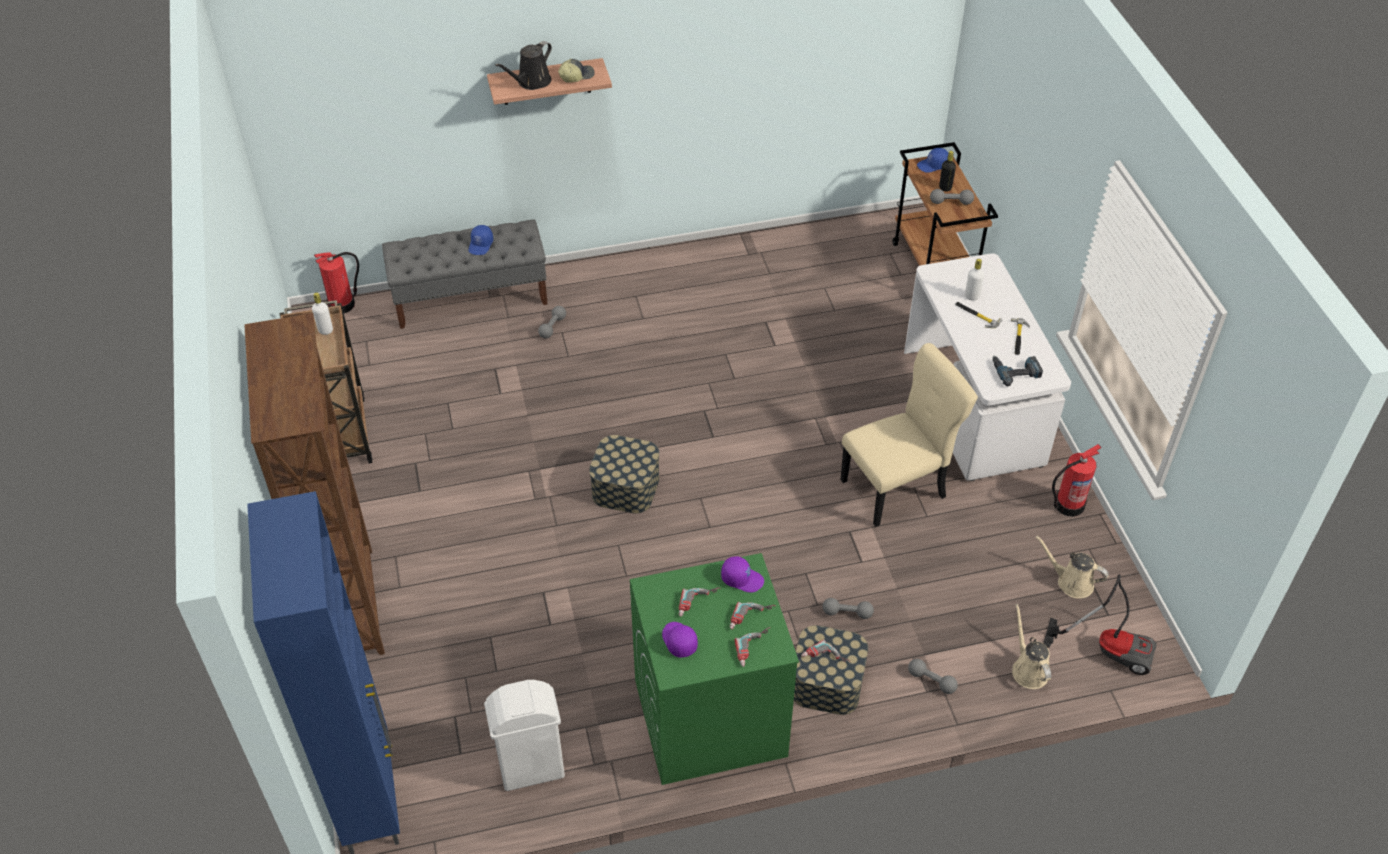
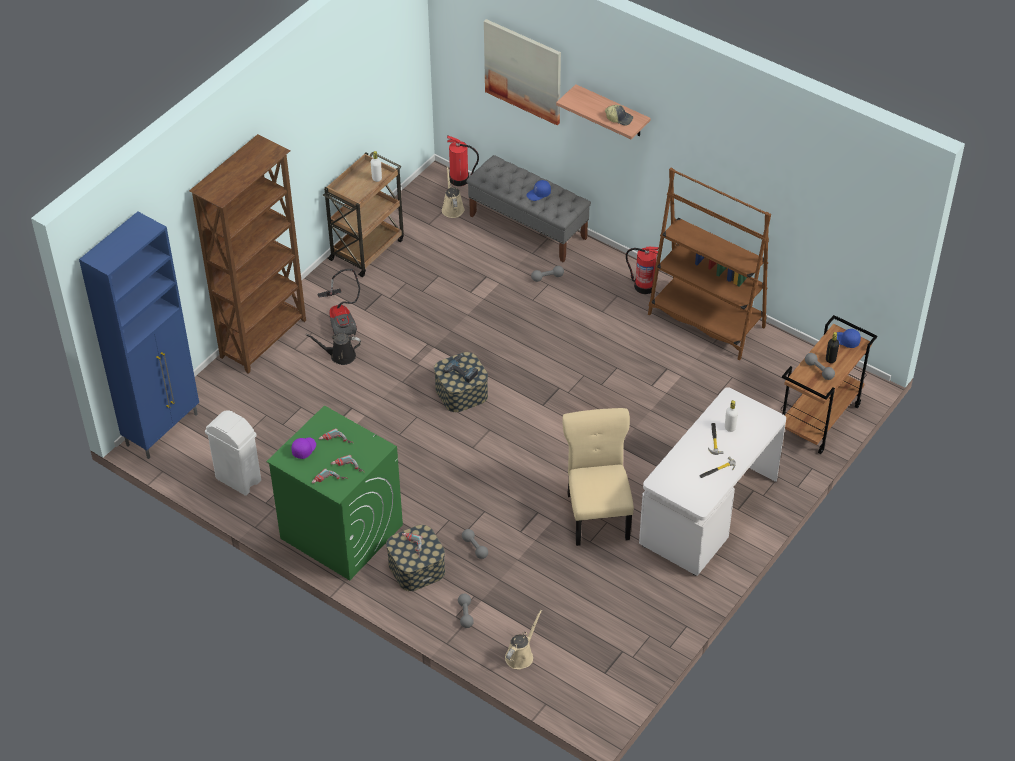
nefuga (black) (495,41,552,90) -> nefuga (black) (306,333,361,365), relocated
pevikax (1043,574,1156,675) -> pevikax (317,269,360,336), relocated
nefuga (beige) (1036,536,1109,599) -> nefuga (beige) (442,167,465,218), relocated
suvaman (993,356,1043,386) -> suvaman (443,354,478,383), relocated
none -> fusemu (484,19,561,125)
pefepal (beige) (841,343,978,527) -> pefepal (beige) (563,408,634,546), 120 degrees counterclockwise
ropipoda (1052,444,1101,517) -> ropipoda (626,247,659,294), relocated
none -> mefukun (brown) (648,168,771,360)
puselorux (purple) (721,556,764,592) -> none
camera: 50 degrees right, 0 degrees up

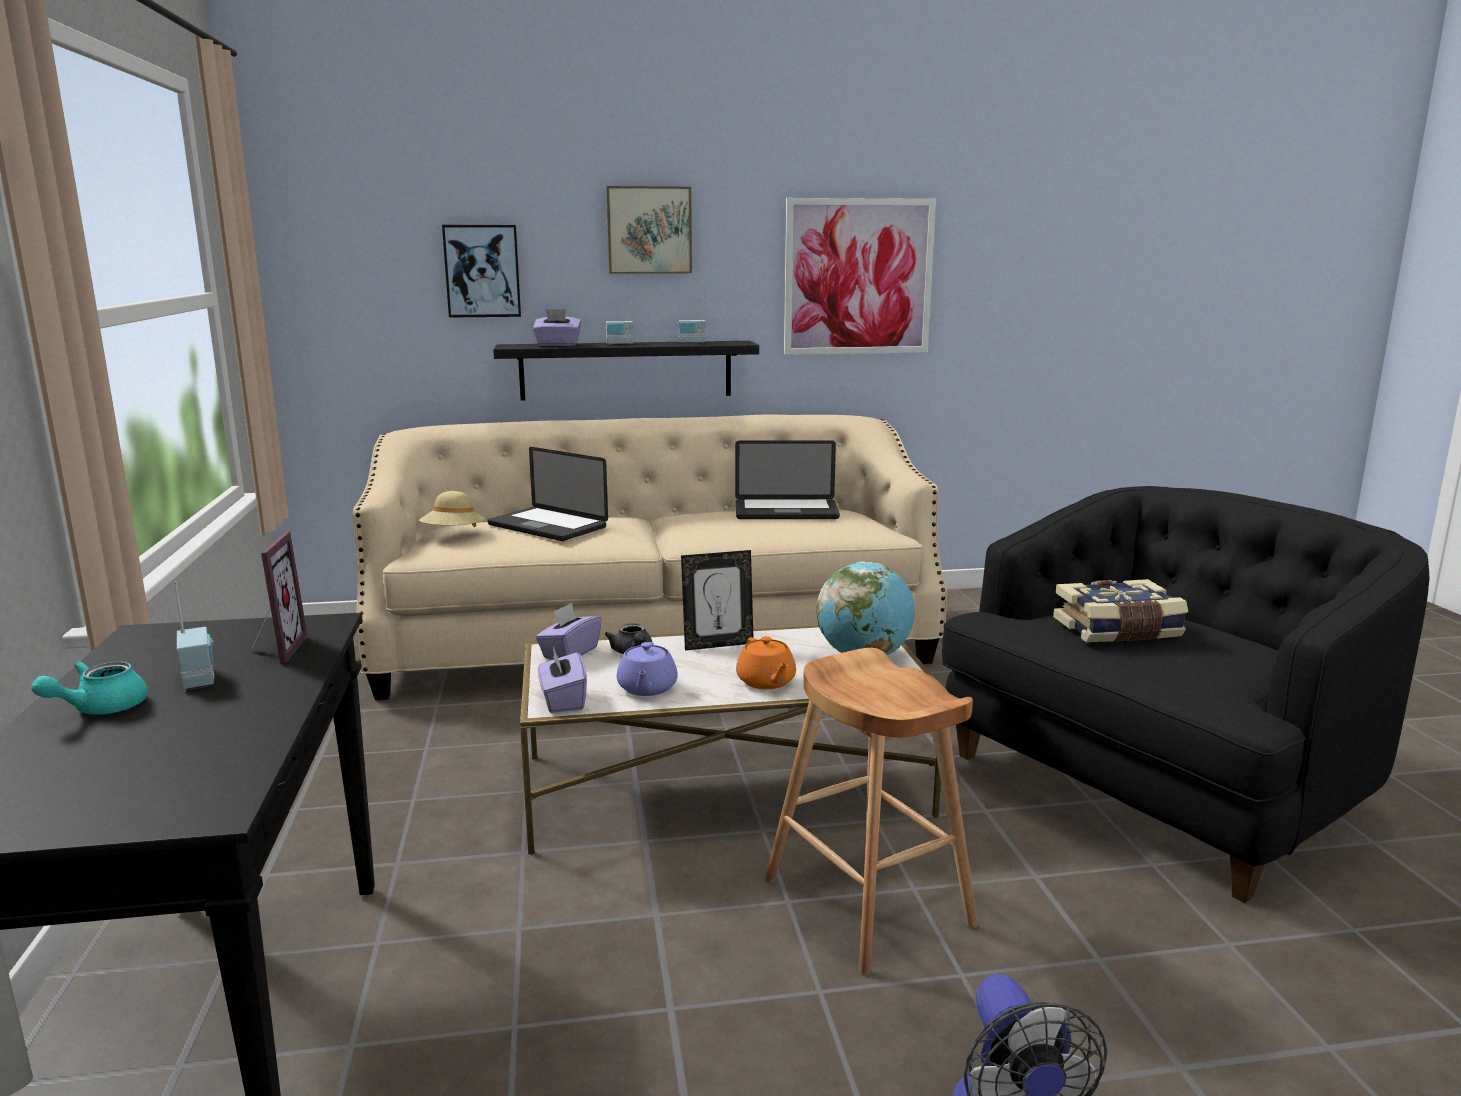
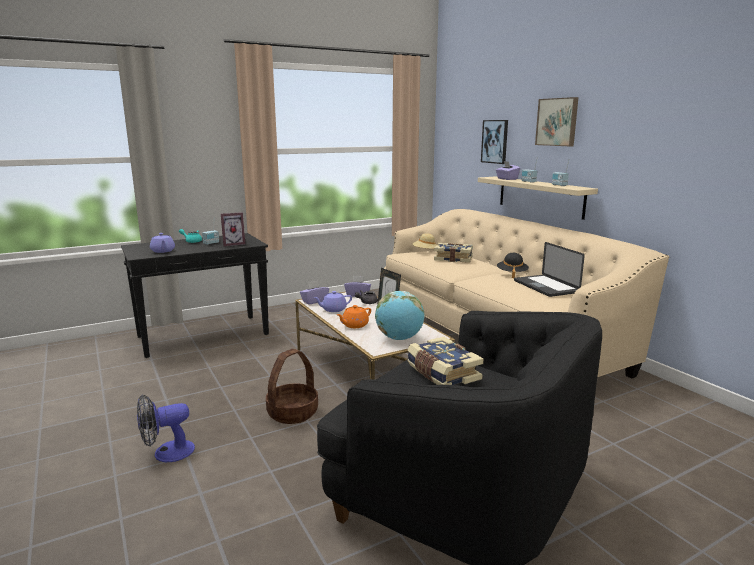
none -> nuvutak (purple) (150,233,175,253)
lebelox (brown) (765,648,978,974) -> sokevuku (266,349,318,424)
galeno (487,447,608,541) -> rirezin (434,243,473,263)
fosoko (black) (493,341,759,401) -> fosoko (beige) (478,176,598,220)
none -> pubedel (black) (497,253,529,278)
fusemu (784,198,936,355) -> none
camera: 70 degrees right, 0 degrees up

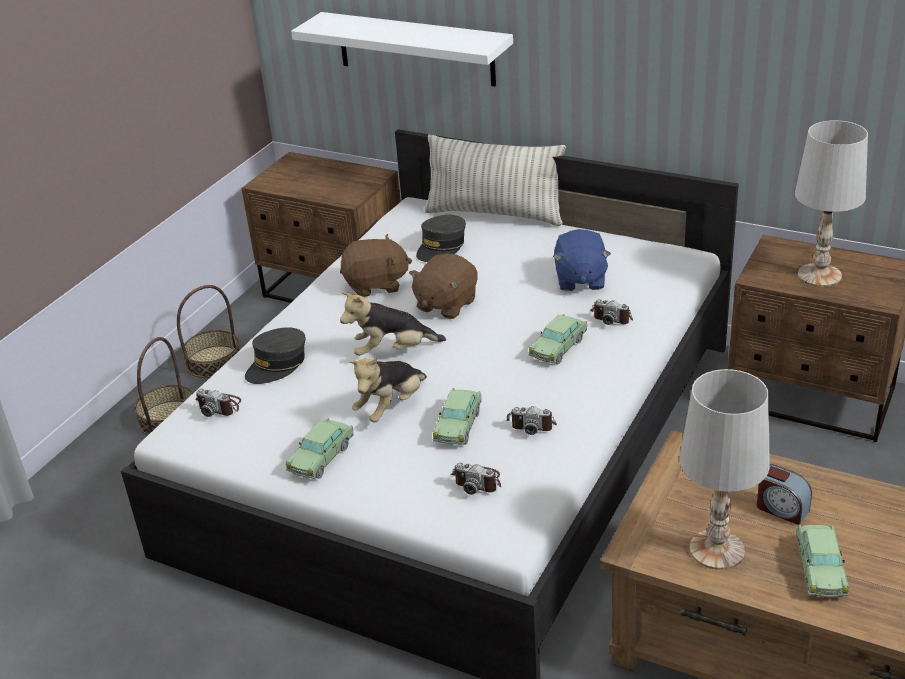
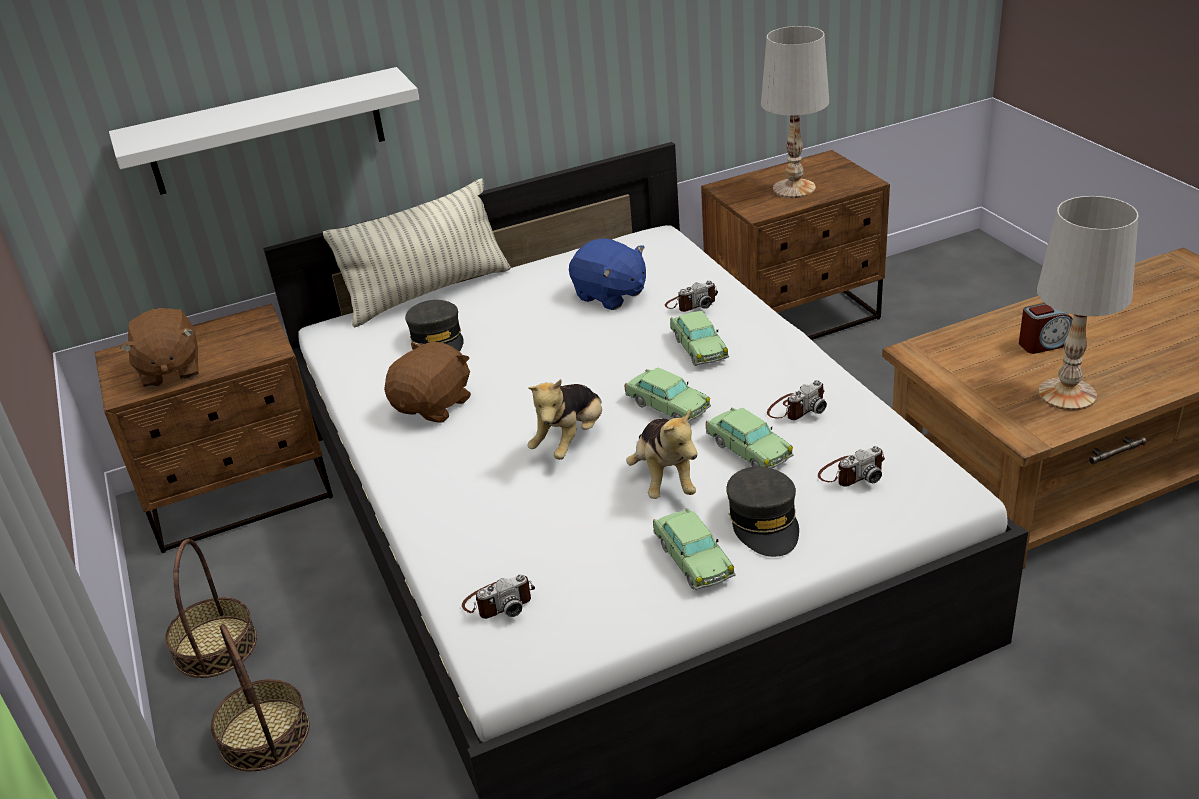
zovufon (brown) (409,254,478,319) -> zovufon (brown) (120,308,199,388), relocated
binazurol (796,524,849,597) -> binazurol (625,368,711,422), relocated
puselorux (grey) (245,327,305,384) -> puselorux (grey) (726,466,799,557), relocated
camera: 50 degrees left, 0 degrees up

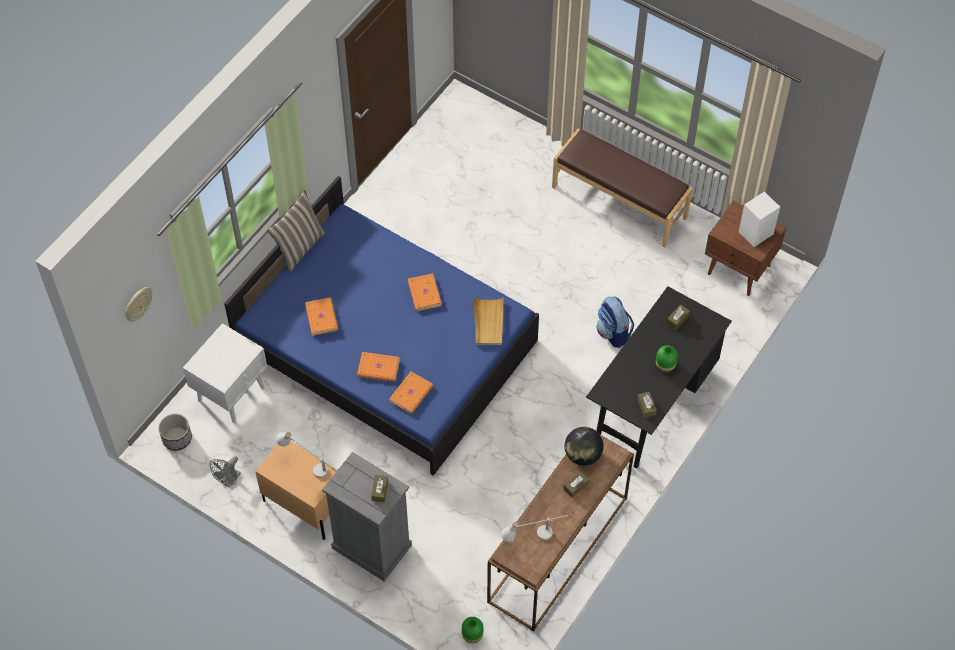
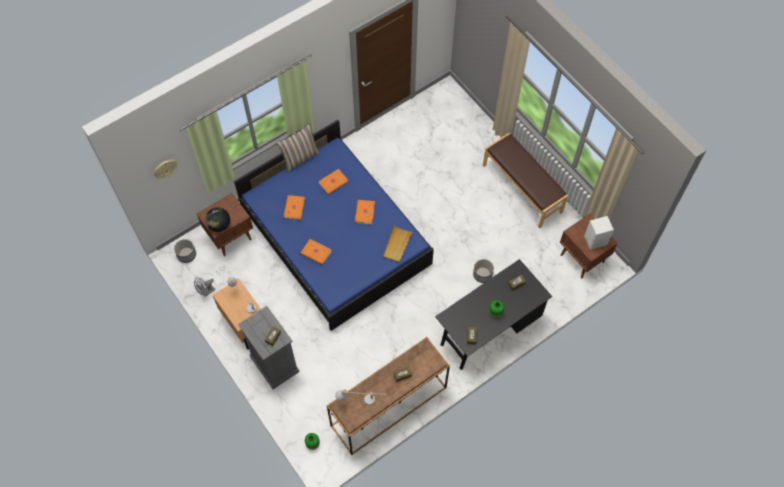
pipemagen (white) (183,323,267,423) -> pipemagen (brown) (197,193,253,256)
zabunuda (565,427,604,466) -> zabunuda (205,207,230,232), relocated
rirezin (orange) (389,372,433,414) -> rirezin (orange) (319,169,349,195), relocated
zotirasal (597,296,634,348) -> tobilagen (473,259,494,283)
camera: 20 degrees right, 5 degrees up

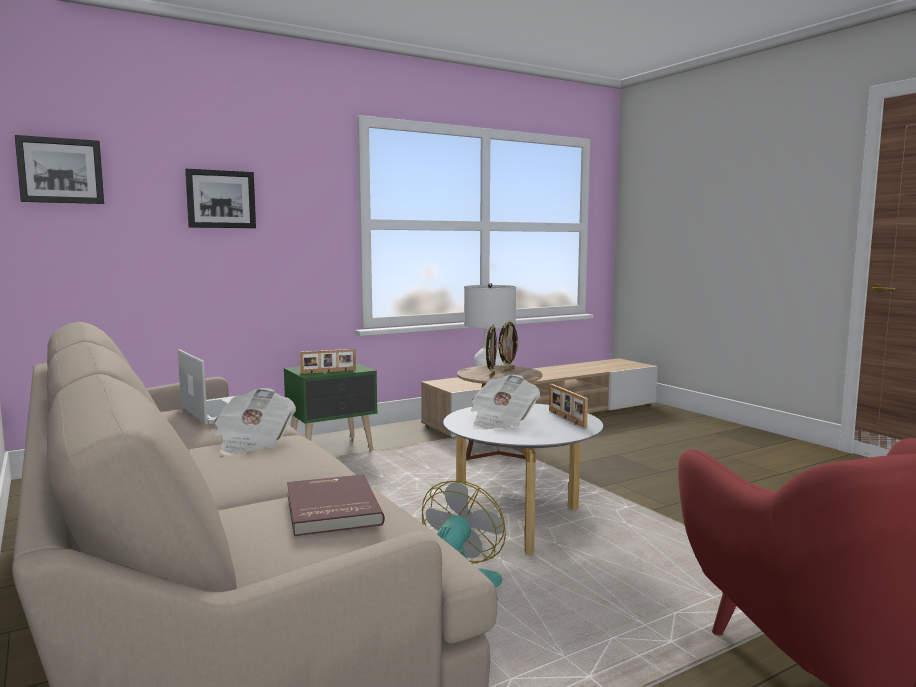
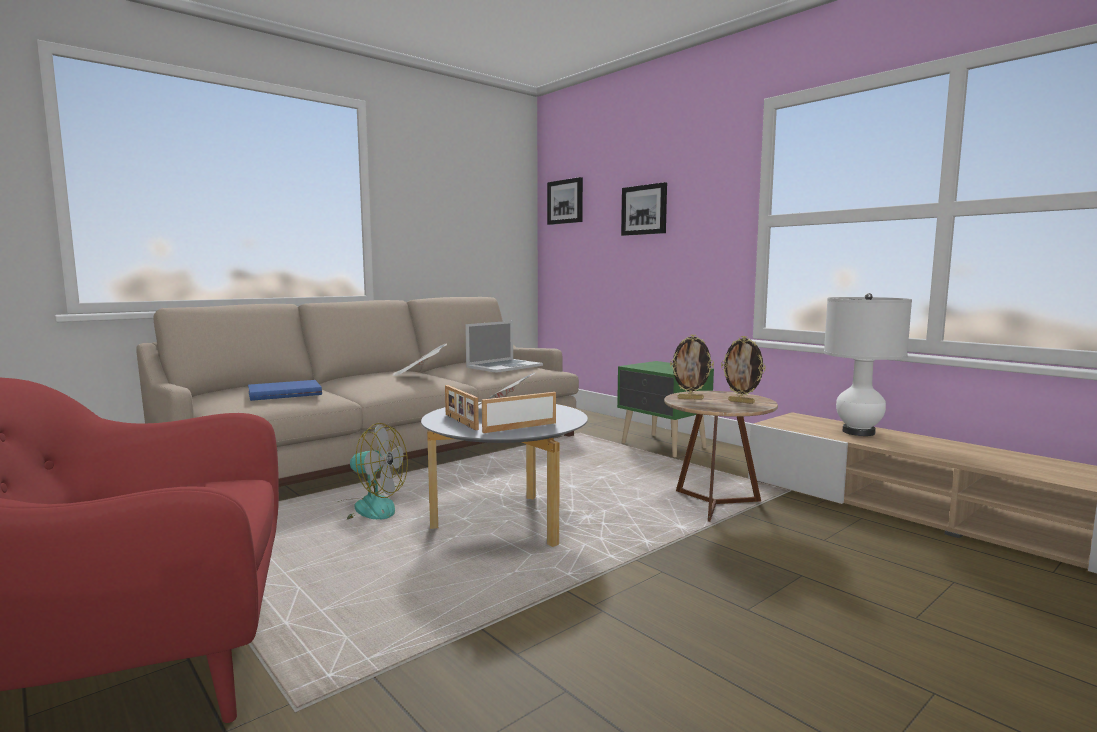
rirezin (red) (287,475,385,536) -> rirezin (blue) (248,380,322,401)
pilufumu (300,349,356,374) -> pilufumu (445,385,479,430), relocated
camera: 80 degrees right, 0 degrees up

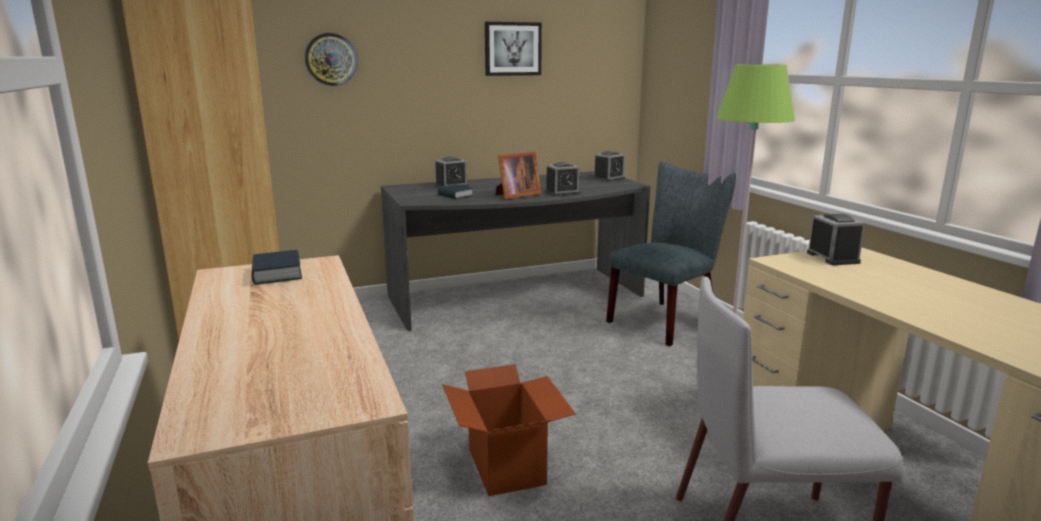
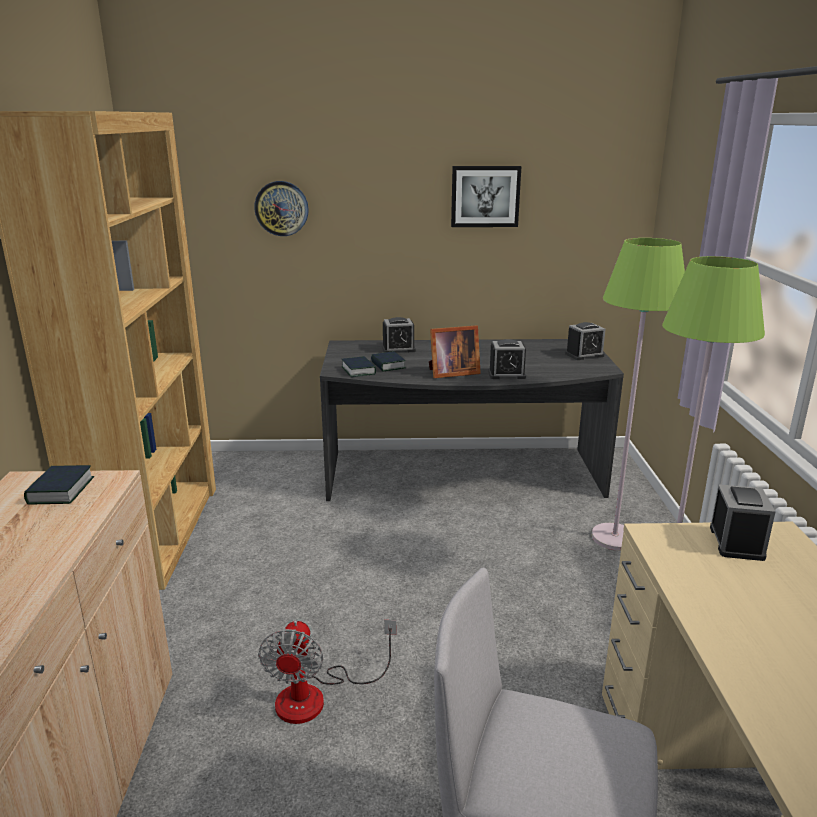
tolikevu (442,364,576,496) -> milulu (258,620,396,724)
none -> rirezin (342,356,376,377)
pefepal (grey) (606,161,736,346) -> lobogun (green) (592,238,685,551)
camera: 20 degrees right, 5 degrees up

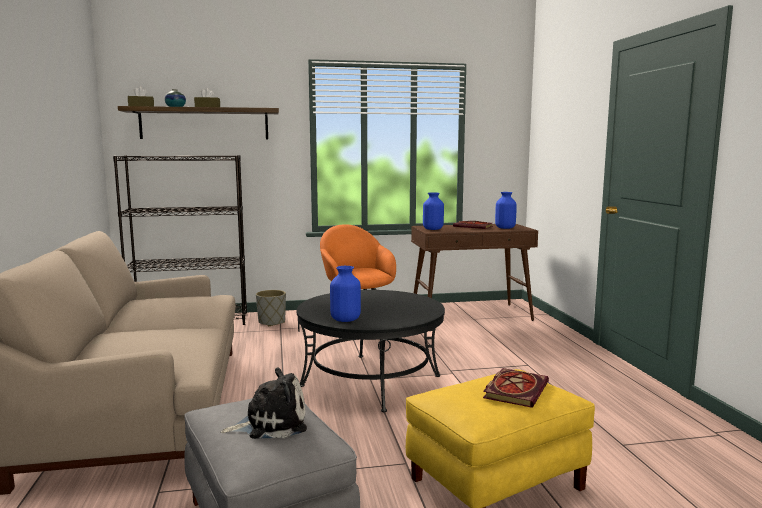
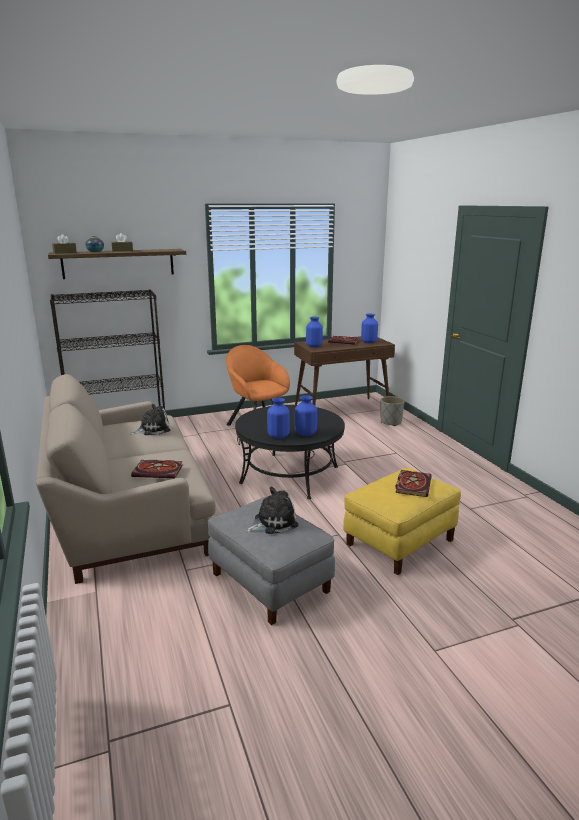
none -> zovufon (130,404,170,435)
none -> rirezin (131,460,183,478)
none -> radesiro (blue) (295,395,317,436)
tobilagen (grey) (256,290,286,326) -> tobilagen (grey) (381,396,405,426), relocated
camera: 10 degrees left, 10 degrees up

